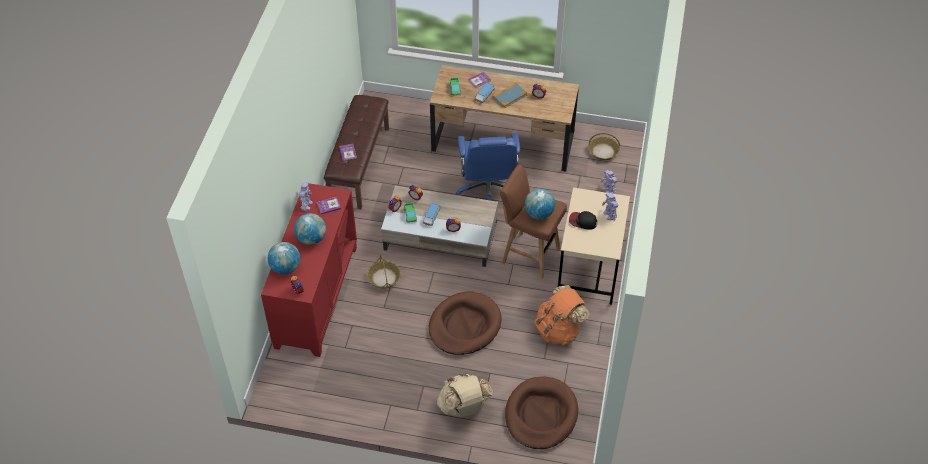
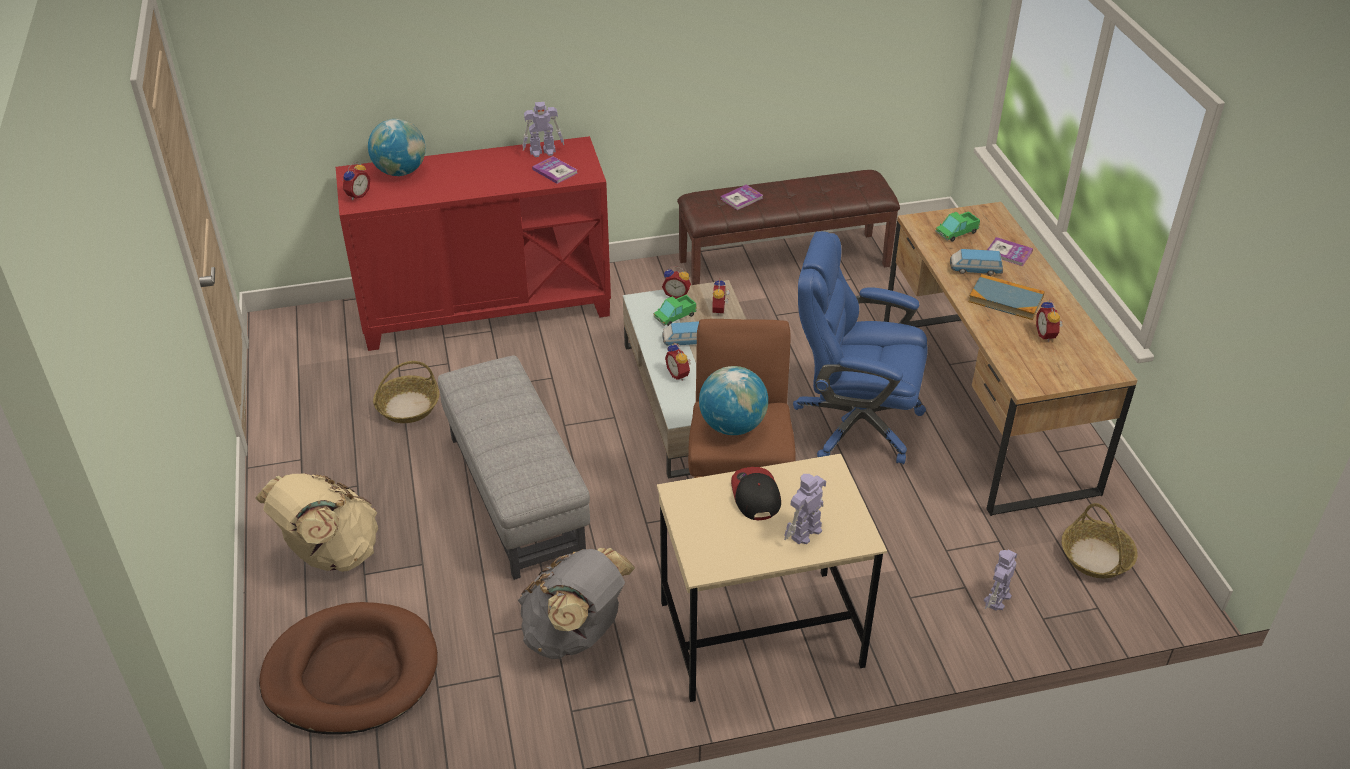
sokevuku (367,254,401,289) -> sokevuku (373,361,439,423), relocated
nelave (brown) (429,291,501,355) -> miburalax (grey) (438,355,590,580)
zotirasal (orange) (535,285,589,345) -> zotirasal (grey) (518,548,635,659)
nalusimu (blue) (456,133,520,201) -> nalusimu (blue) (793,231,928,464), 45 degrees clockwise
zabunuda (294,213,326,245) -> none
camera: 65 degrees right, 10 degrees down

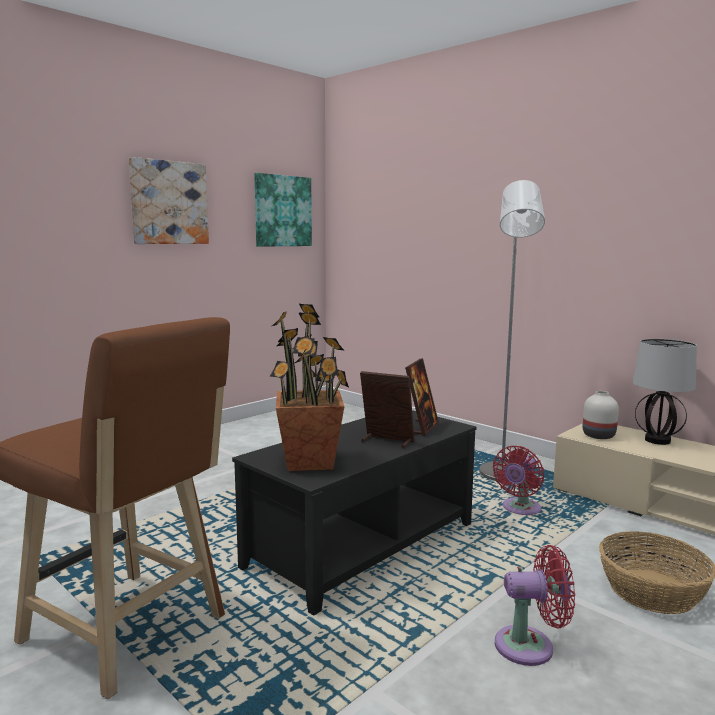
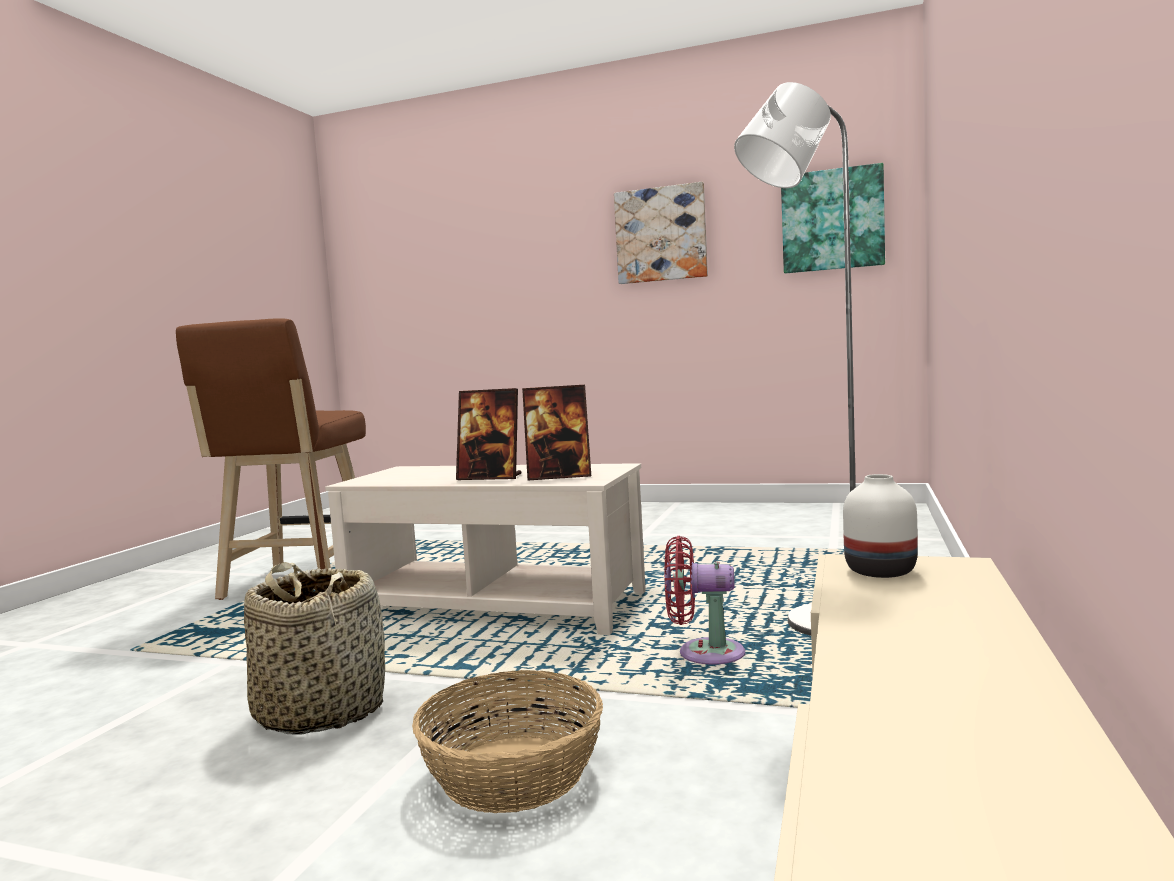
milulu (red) (495,545,575,666) -> sokevuku (244,562,385,735)
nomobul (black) (232,410,477,616) -> nomobul (beige) (325,463,646,635)
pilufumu (360,371,414,448) -> pilufumu (456,388,522,480), 105 degrees clockwise
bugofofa (270,304,349,471) -> none
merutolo (633,339,697,445) -> none
camera: 65 degrees right, 5 degrees down

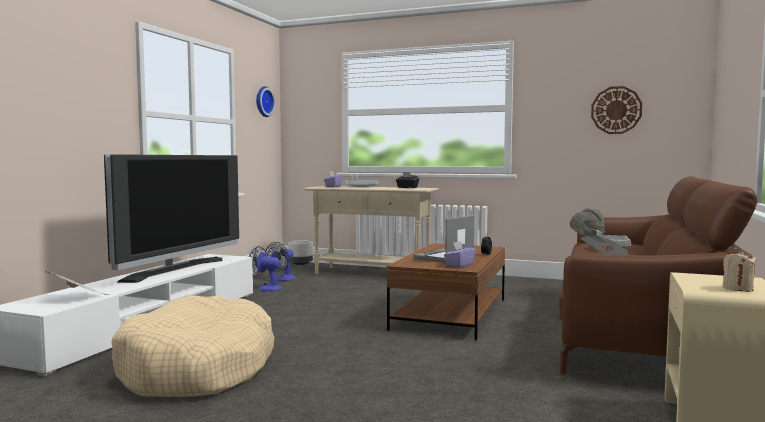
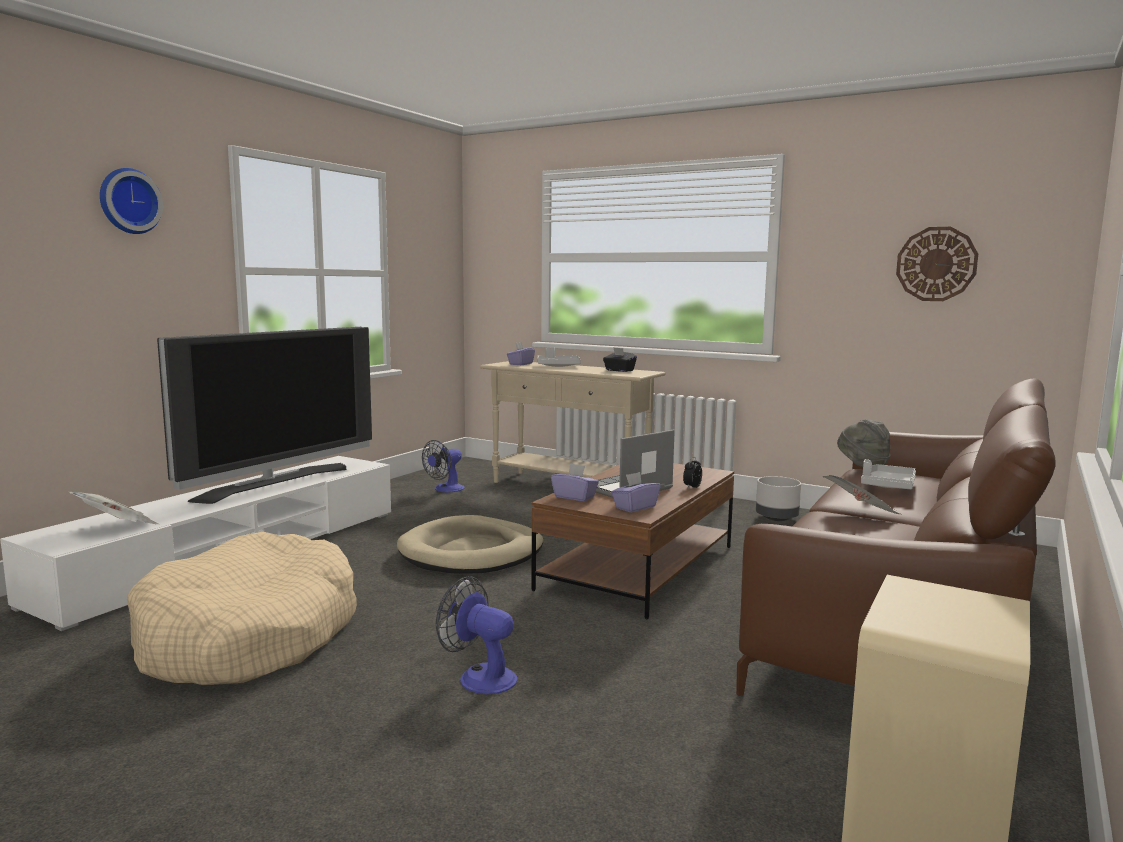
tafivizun (256,86,275,117) -> tafivizun (100,168,163,234), relocated
none -> nelave (beige) (397,515,543,574)
milulu (249,246,282,291) -> milulu (436,576,517,694), relocated
none -> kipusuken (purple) (551,463,599,502)
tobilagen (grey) (288,241,313,265) -> tobilagen (grey) (756,476,801,521), relocated
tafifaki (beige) (722,250,756,292) -> none
camera: 10 degrees right, 5 degrees up

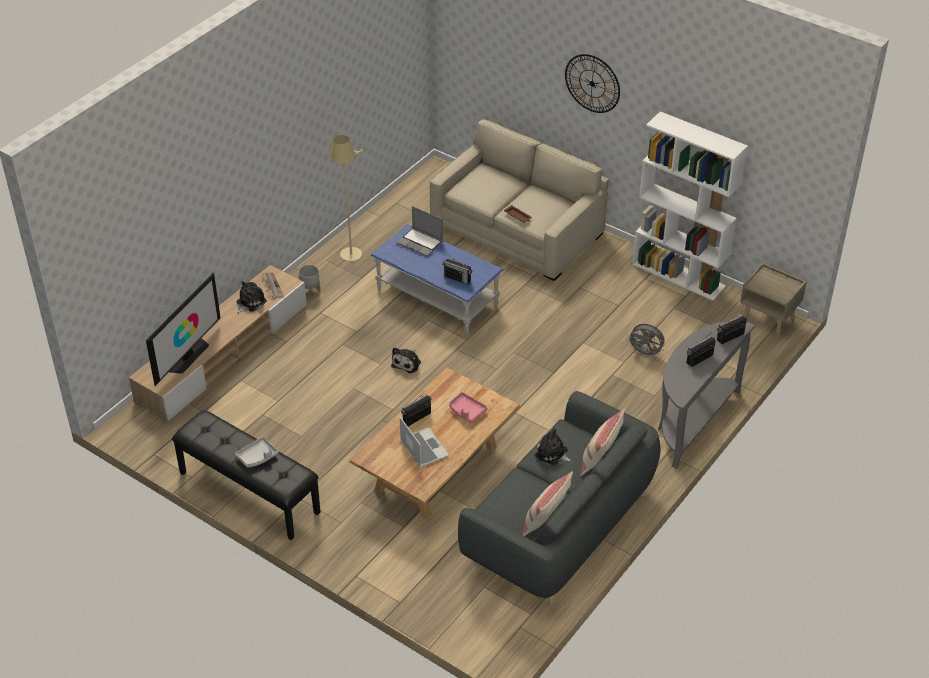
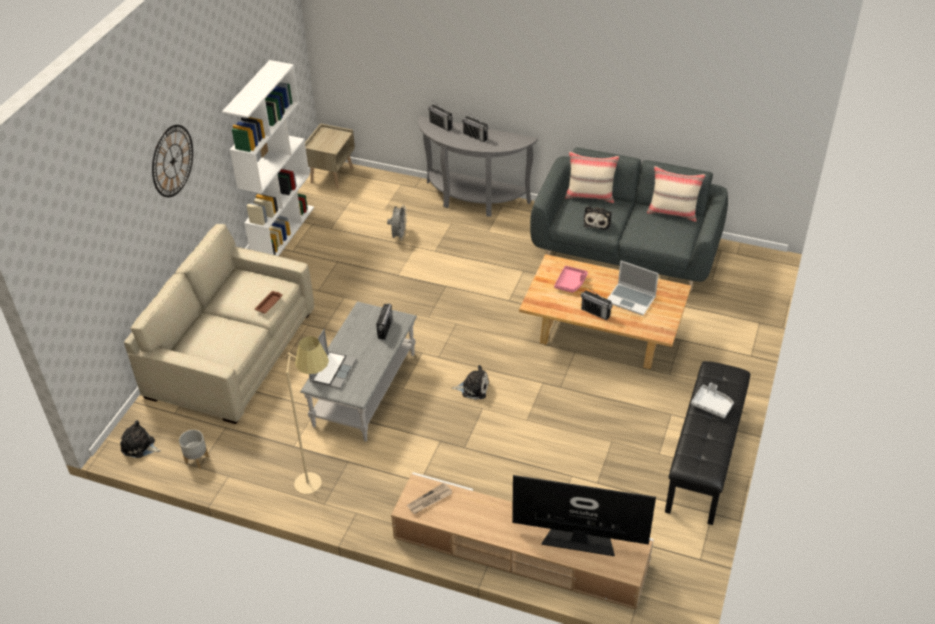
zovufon (237,281,267,315) -> zovufon (120,420,161,458), relocated
tobilagen (grey) (298,265,320,298) -> tobilagen (grey) (179,430,209,468), relocated
nomobul (blue) (371,224,504,334) -> nomobul (grey) (300,301,417,442)
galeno (400,417,449,468) -> galeno (607,260,659,315), 105 degrees counterclockwise
camera: 105 degrees left, 0 degrees up

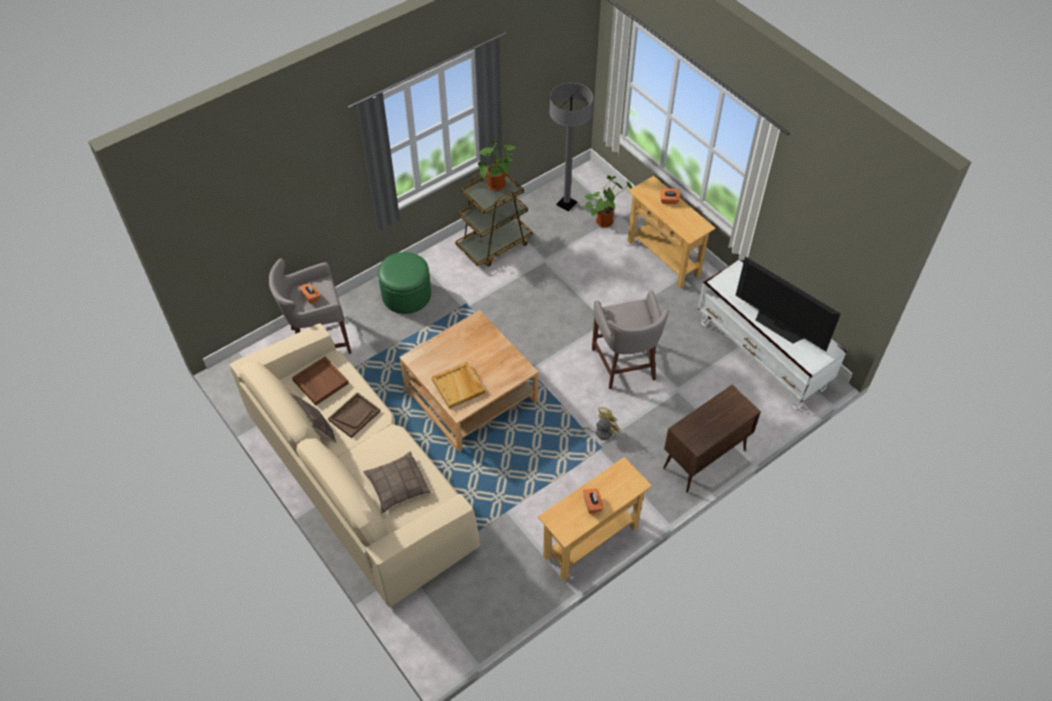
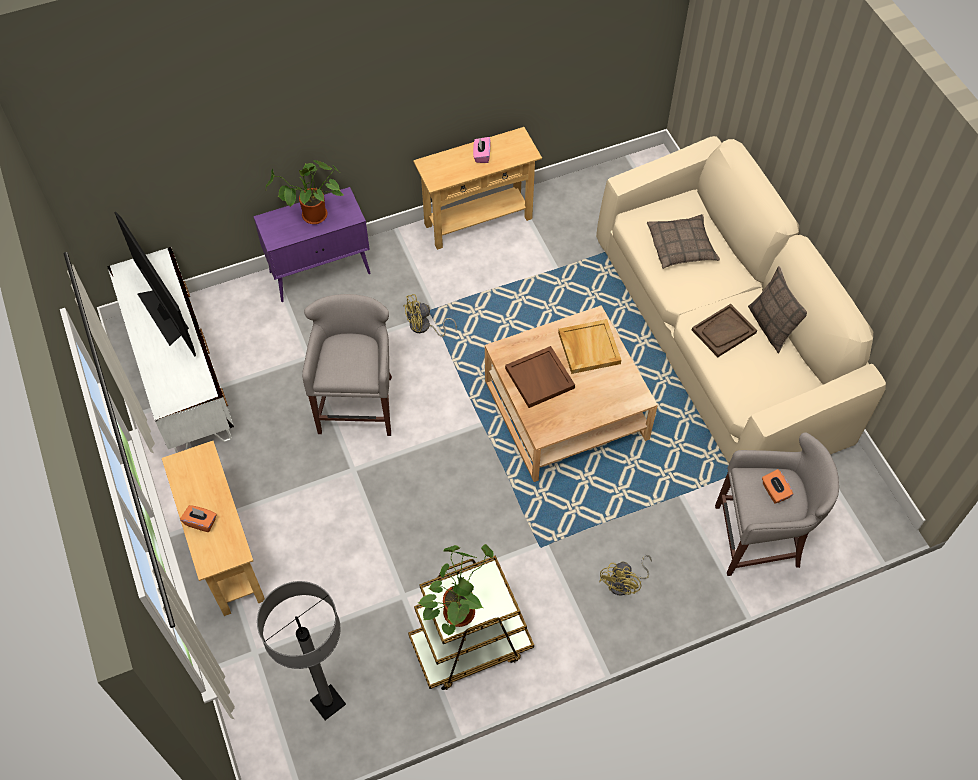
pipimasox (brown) (663,385,761,493) -> pipimasox (purple) (253,187,371,302)
bugofofa (583,176,632,227) -> bugofofa (266,160,343,224), relocated
kipusuken (orange) (583,489,603,514) -> kipusuken (pink) (473,137,491,163)
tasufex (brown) (292,356,349,405) -> tasufex (brown) (505,346,575,408), relocated
miburalax (green) (378,252,431,314) -> milulu (yellow) (599,555,652,595)
camera: 165 degrees left, 5 degrees up

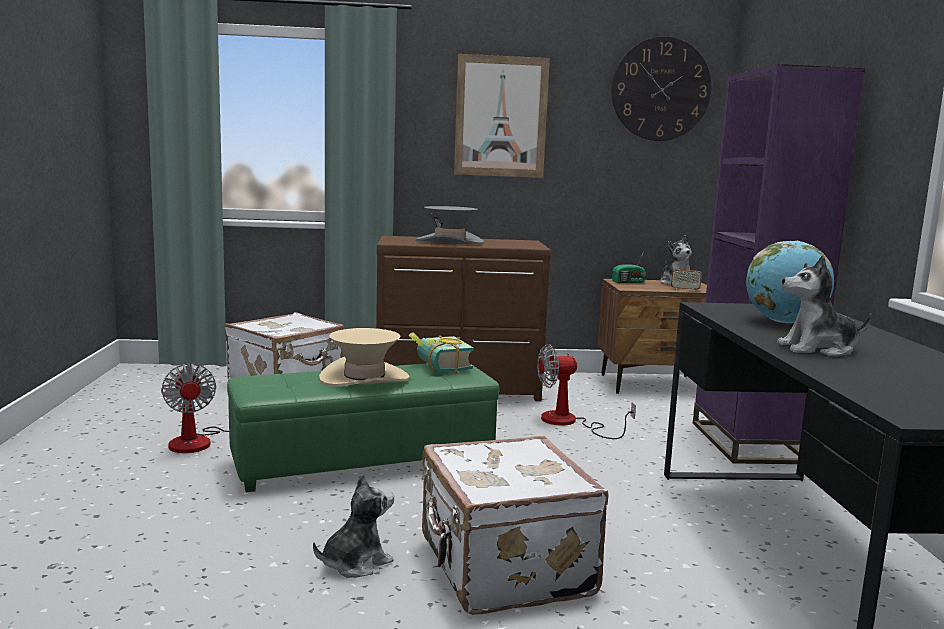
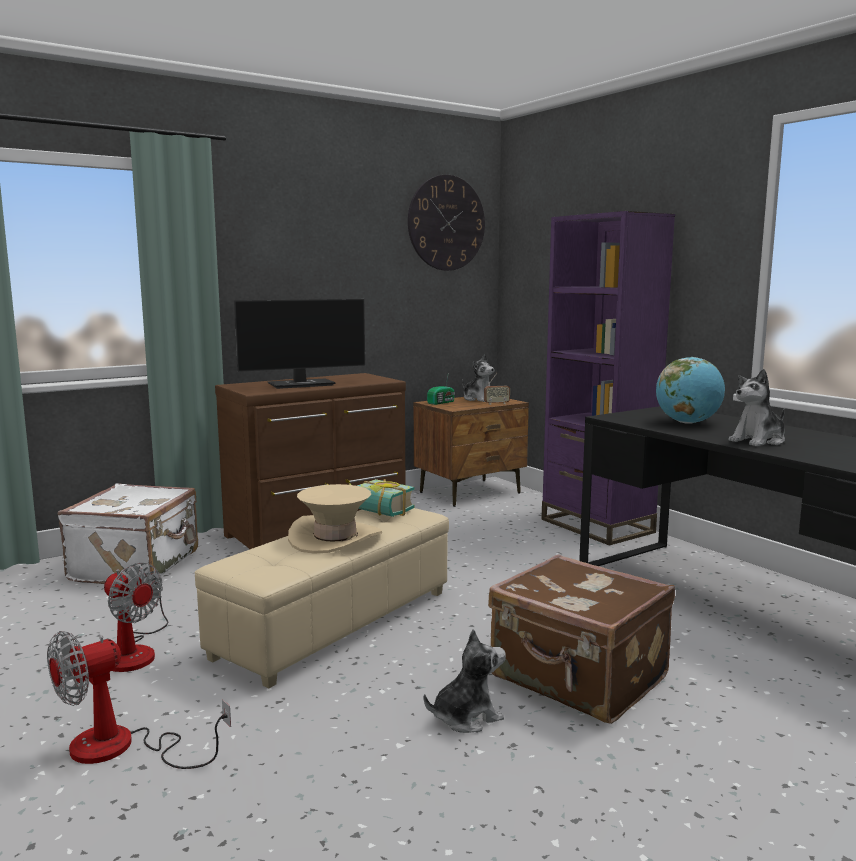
milulu (537,344,636,439) -> milulu (47,631,231,769), relocated
miburalax (green) (227,363,499,493) -> miburalax (beige) (194,508,449,689)
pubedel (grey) (416,206,484,244) -> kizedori (234,299,365,389)
zovufon (313,474,394,578) -> zovufon (424,629,506,733), 45 degrees clockwise
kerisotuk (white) (421,436,608,615) -> kerisotuk (brown) (488,554,675,724)
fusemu (454,54,550,178) -> none
camera: 30 degrees left, 0 degrees up

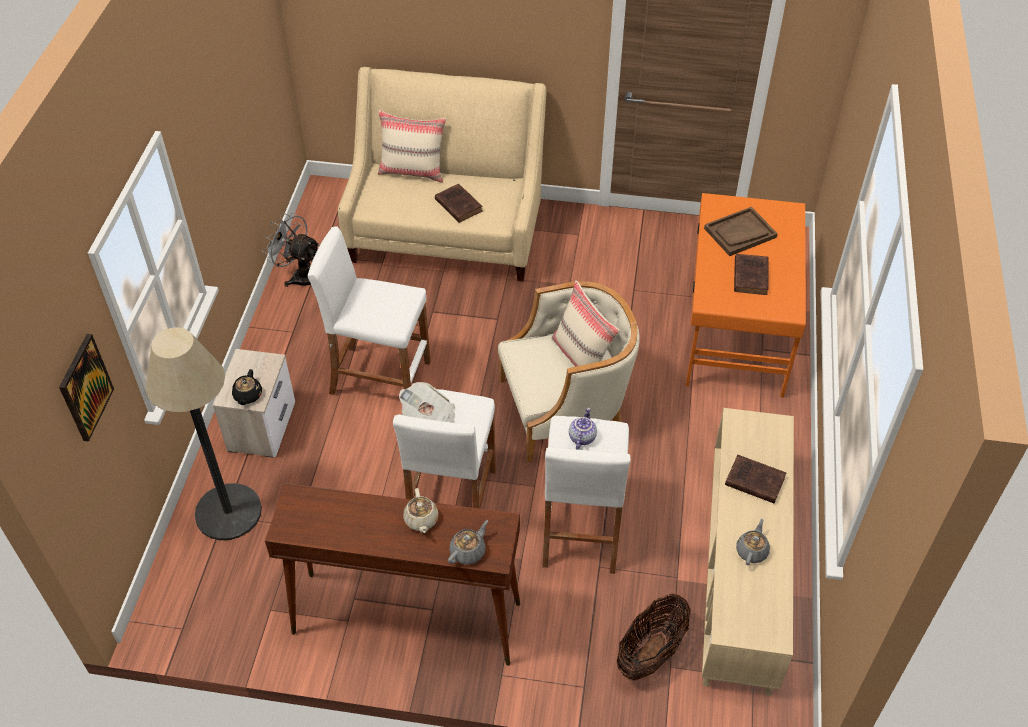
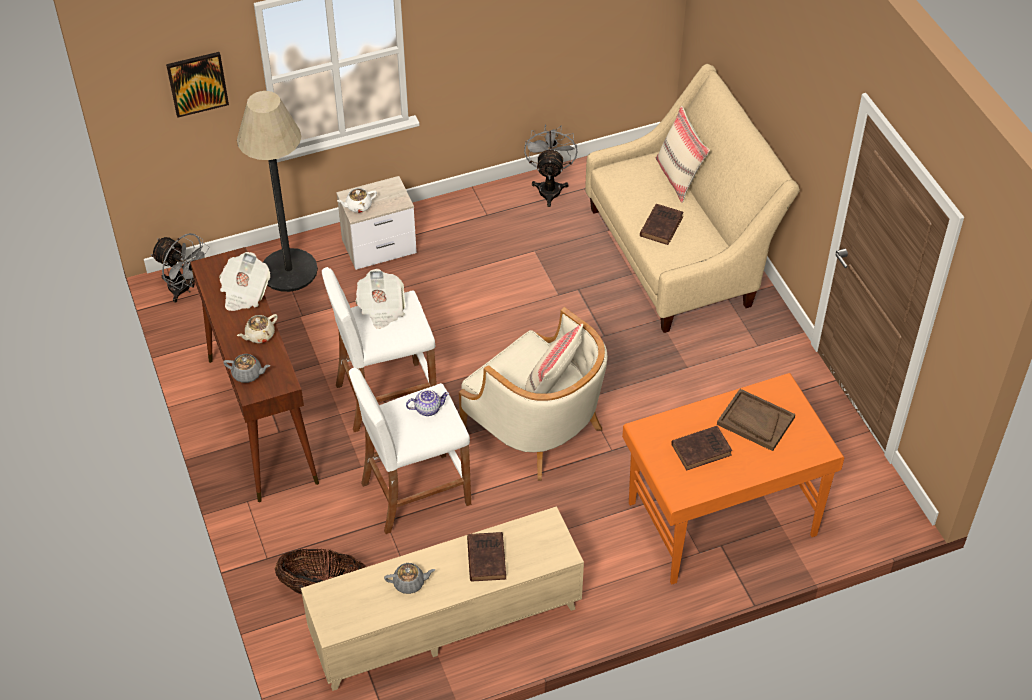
none -> milulu (grey) (151,233,210,303)
none -> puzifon (219,252,270,311)
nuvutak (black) (232,369,262,405) -> nuvutak (white) (337,188,377,213)
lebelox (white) (308,226,431,395) -> none
camera: 60 degrees right, 0 degrees up

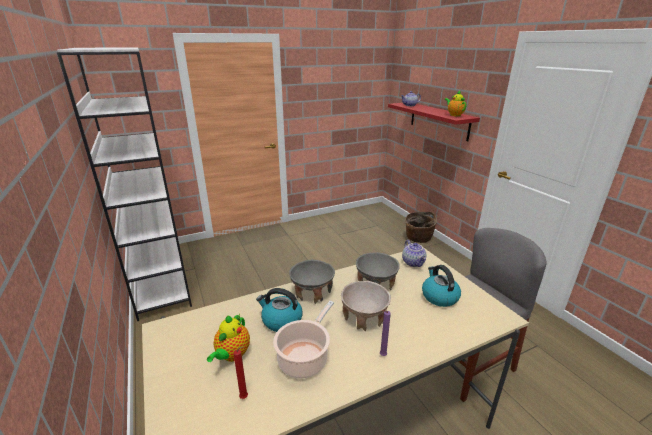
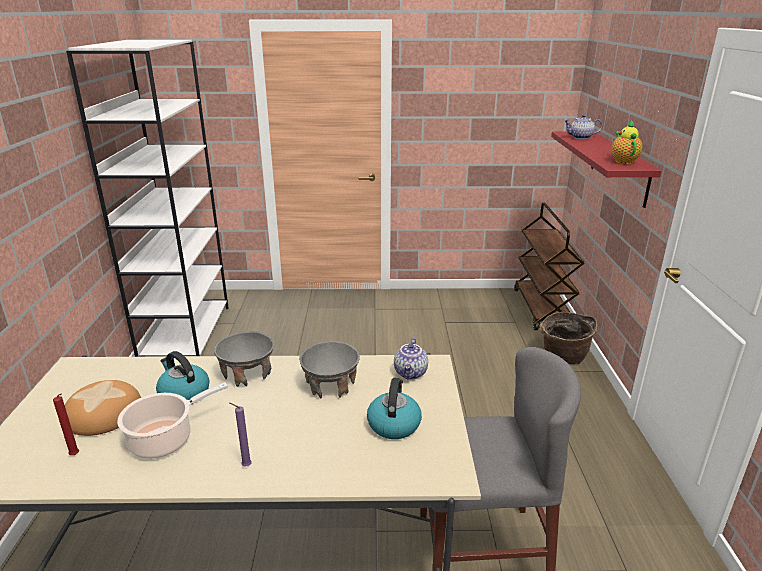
nuvutak (207,314,250,362) -> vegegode (65,380,141,436)
none -> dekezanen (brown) (514,202,585,330)
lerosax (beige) (341,281,391,331) -> none
camera: 25 degrees right, 0 degrees up

